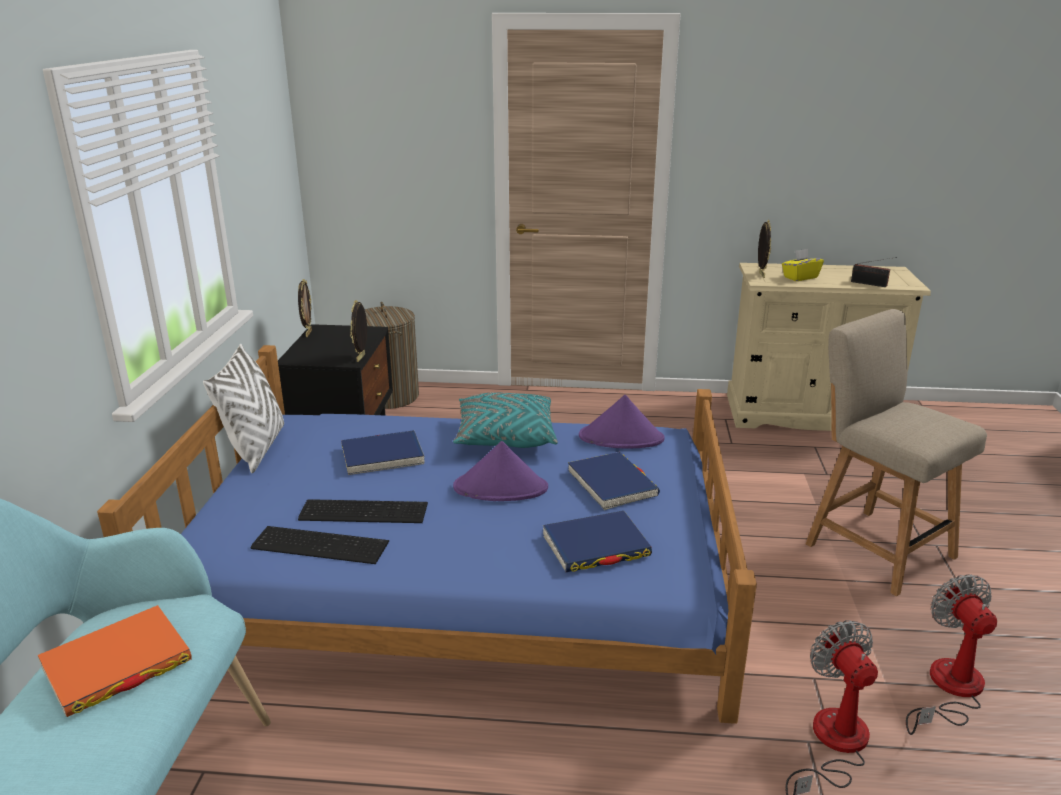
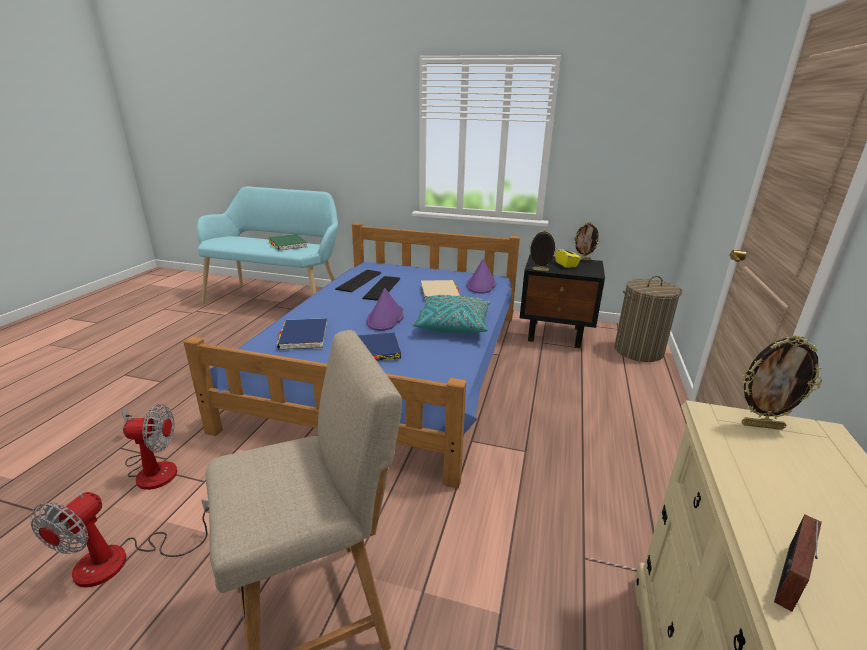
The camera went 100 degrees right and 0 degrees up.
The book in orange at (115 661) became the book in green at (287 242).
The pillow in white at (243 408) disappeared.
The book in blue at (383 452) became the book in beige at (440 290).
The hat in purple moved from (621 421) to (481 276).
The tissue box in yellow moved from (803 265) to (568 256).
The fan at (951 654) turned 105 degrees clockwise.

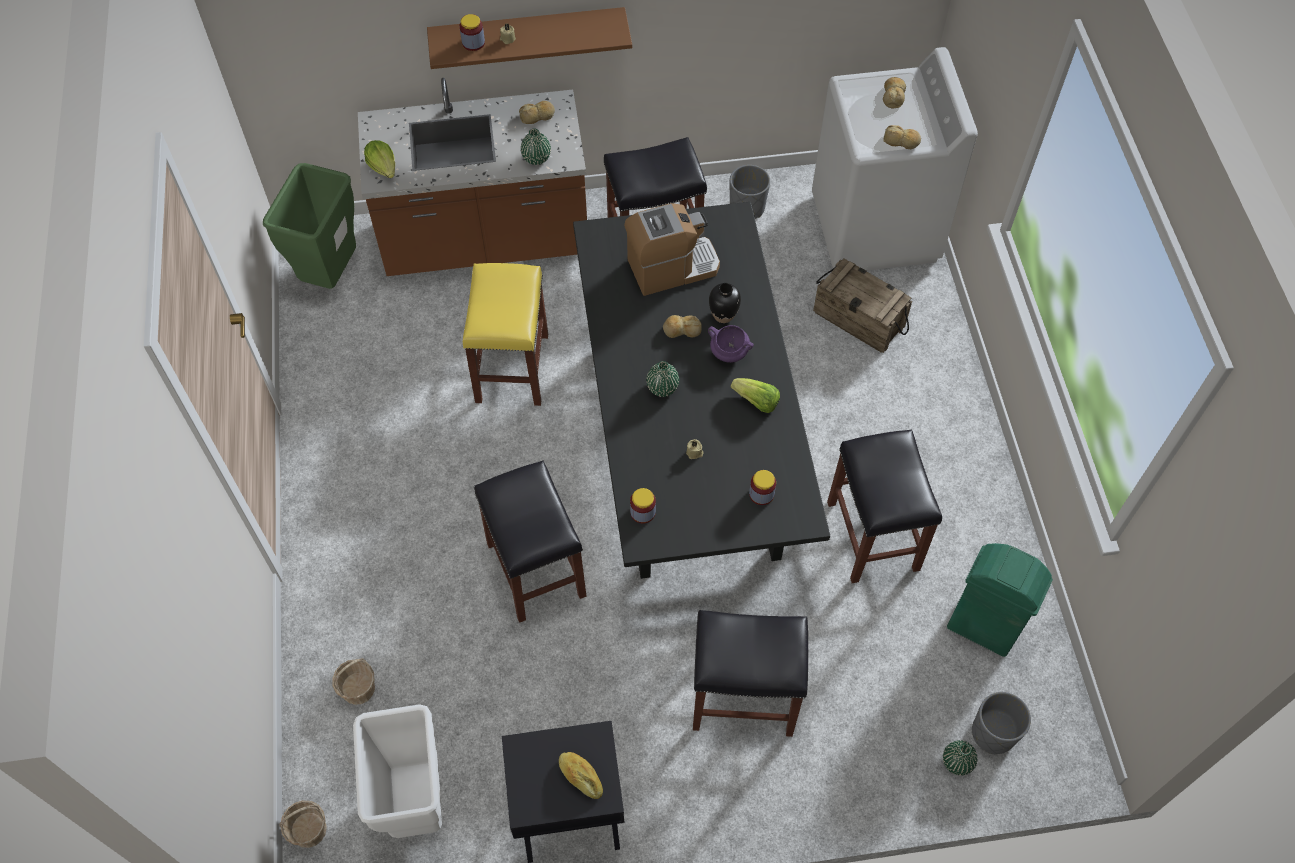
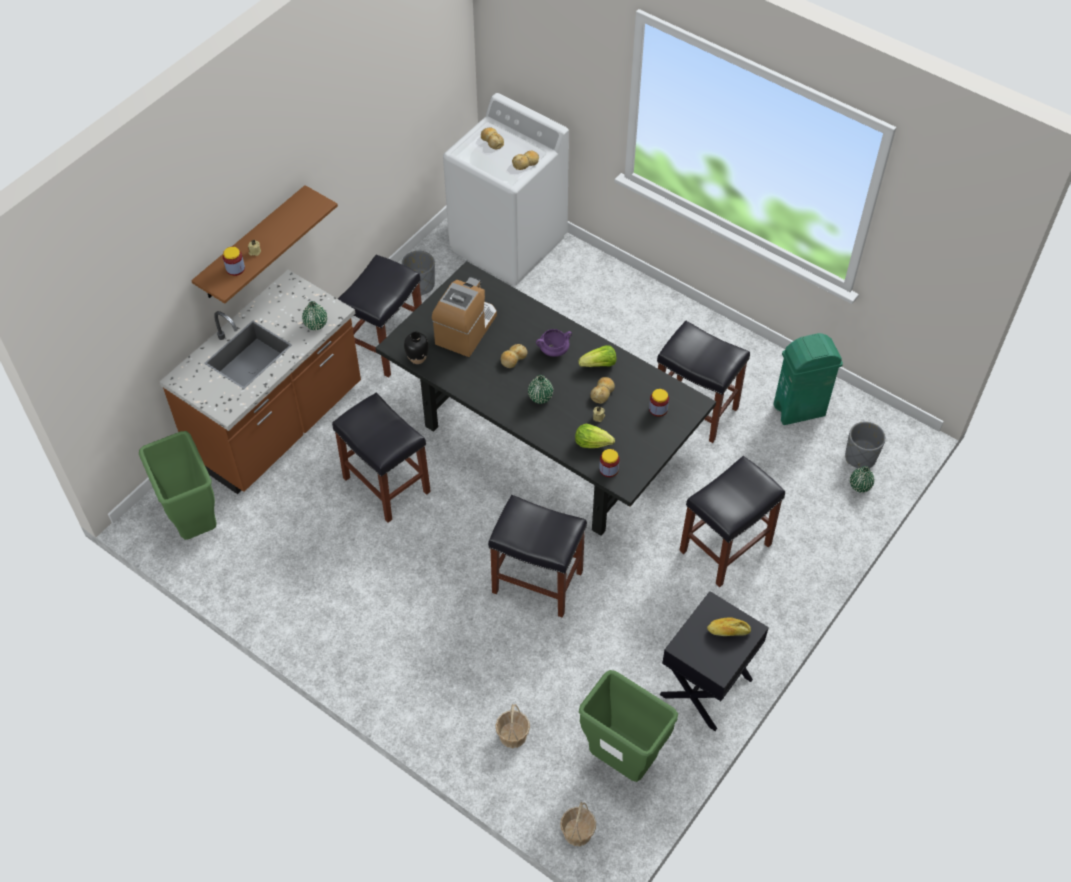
The camera went 45 degrees left and 5 degrees down.
The trash can in white at (397 771) became the trash can in green at (628 726).
The lettuce moved from (379 159) to (595 436).
The stool in yellow at (505 334) became the stool in black at (381 457).
The bread moved from (537 112) to (602 390).
The vase in black moved from (725 303) to (416 348).
The crate at (862 305) disappeared.

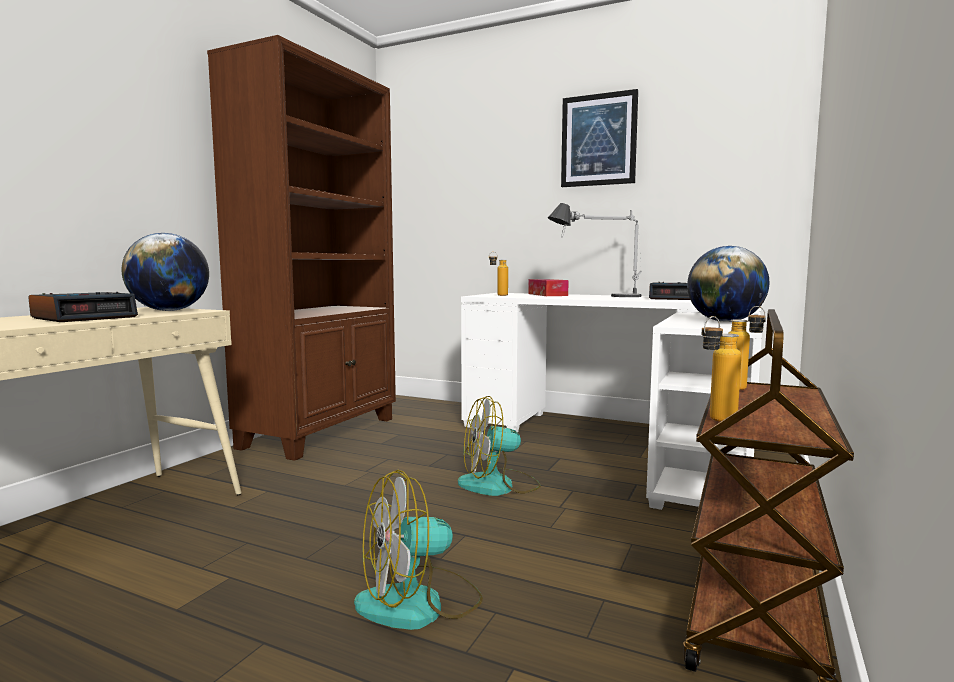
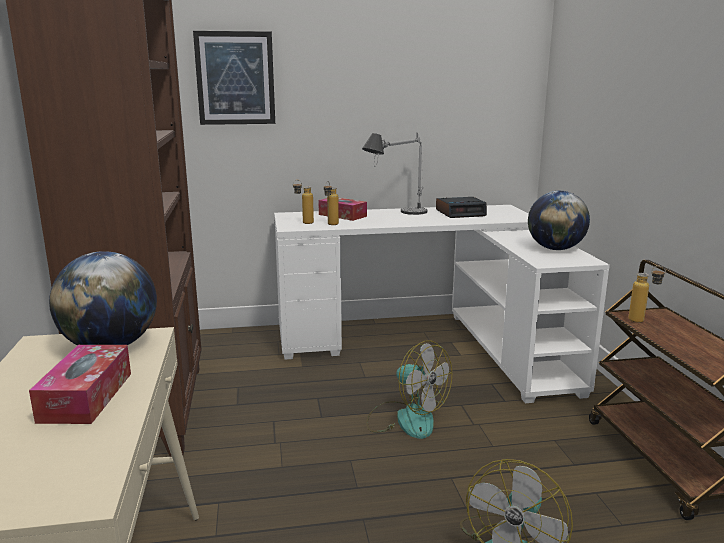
The camera went 35 degrees left and 10 degrees up.
The alarm clock at (83 307) was replaced by the tissue box at (80 384).
The fan at (499 446) turned 90 degrees counterclockwise.
The picture moved from (599 138) to (234 78).
The bottle moved from (721 369) to (331 203).

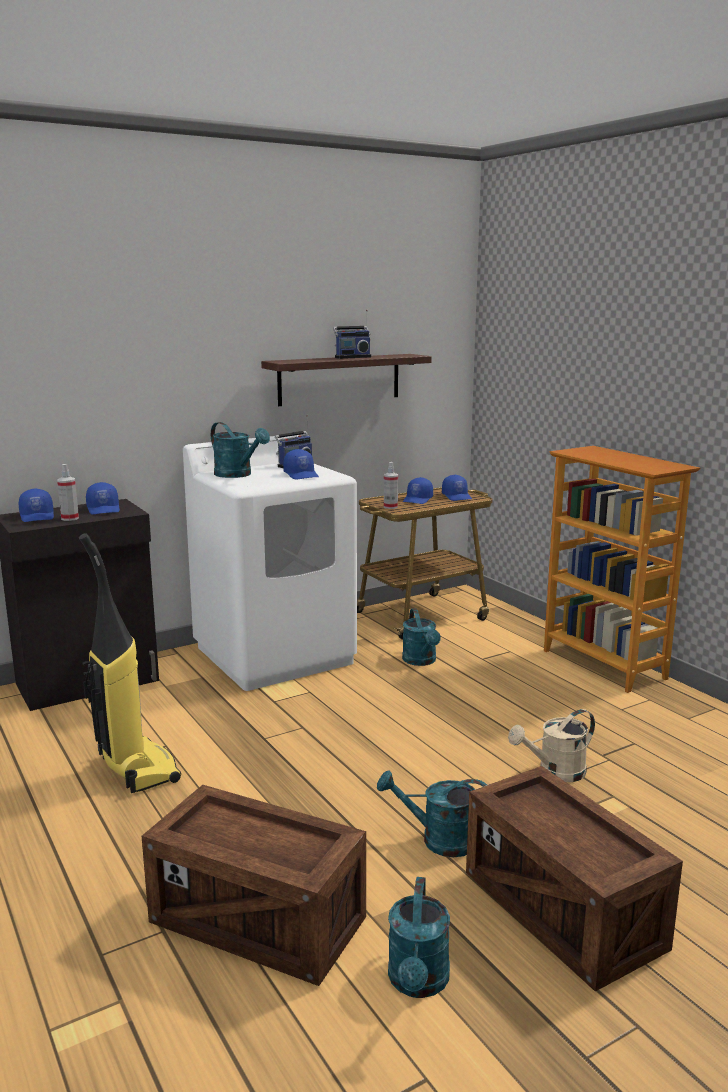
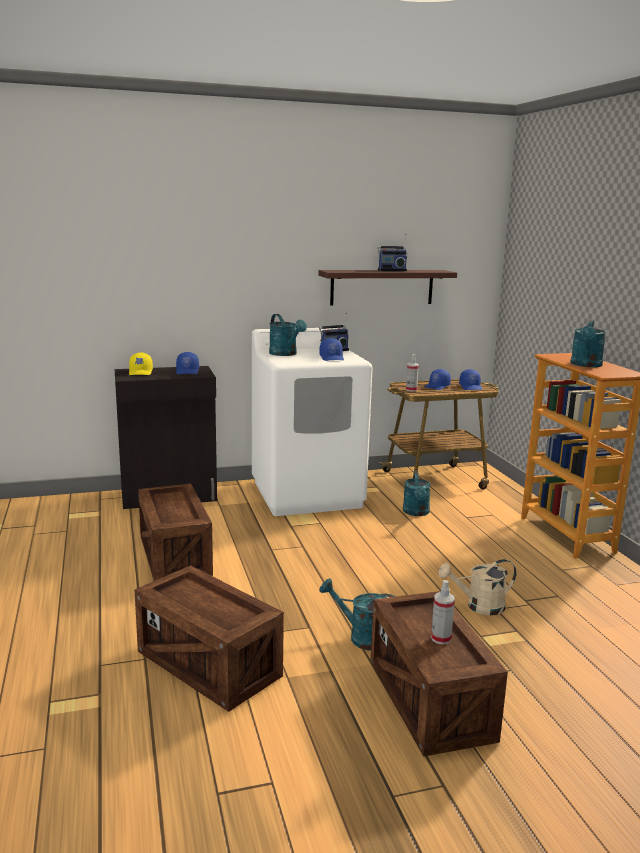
The camera went 15 degrees right and 0 degrees up.
The cap in blue at (36 505) became the cap in yellow at (141 363).
The spray bottle moved from (68 492) to (443 612).
The vacuum cleaner at (130 663) was replaced by the crate at (175 532).
The watering can in turquoise moved from (419 937) to (588 343).

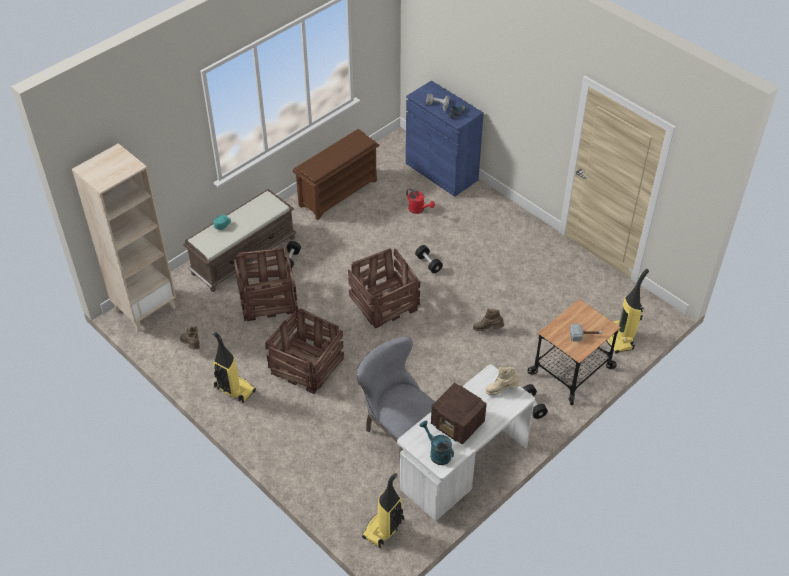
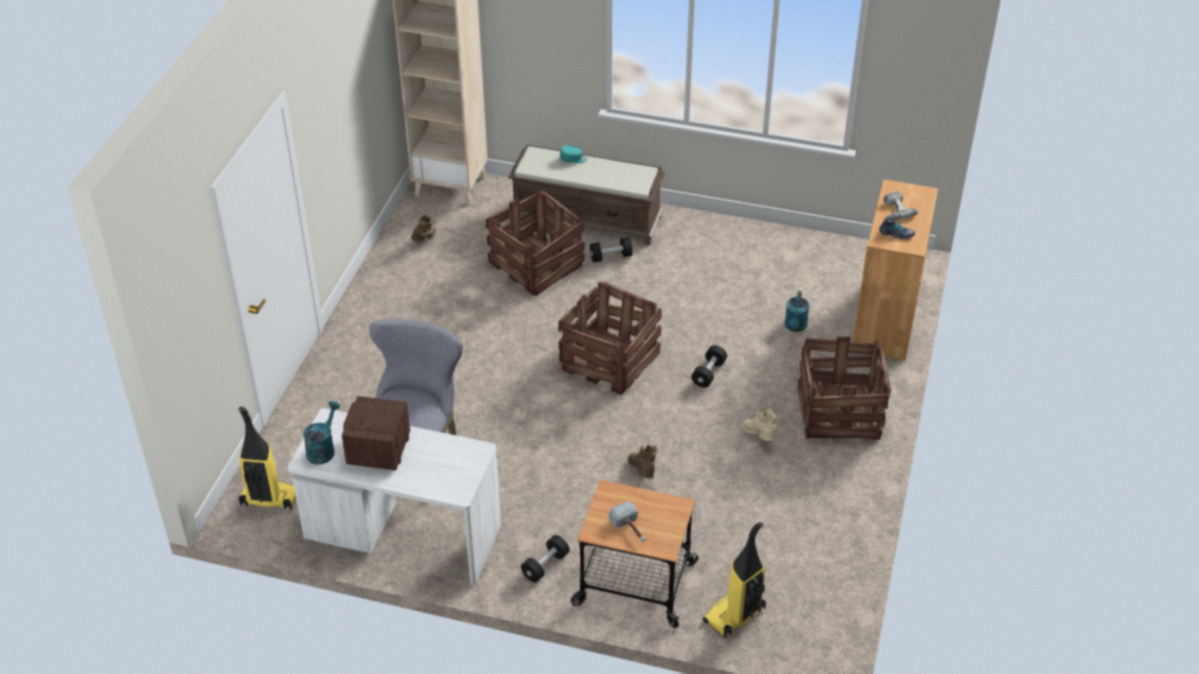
The camera went 60 degrees right and 5 degrees down.
The vacuum cleaner at (234 367) disappeared.
The crate moved from (304 351) to (844 388).
The shoe rack in brown at (336 174) disappeared.
The cabinet in blue at (445 138) became the cabinet in brown at (895 269).
The watering can in red at (420 201) became the watering can in turquoise at (796 311).
The boot in beige moved from (503 381) to (758 425).

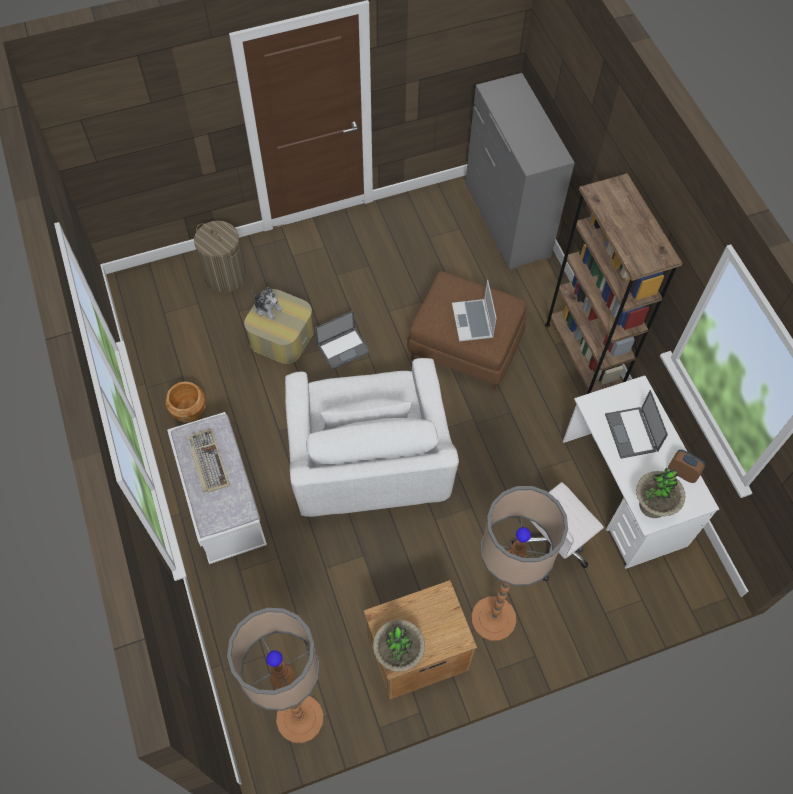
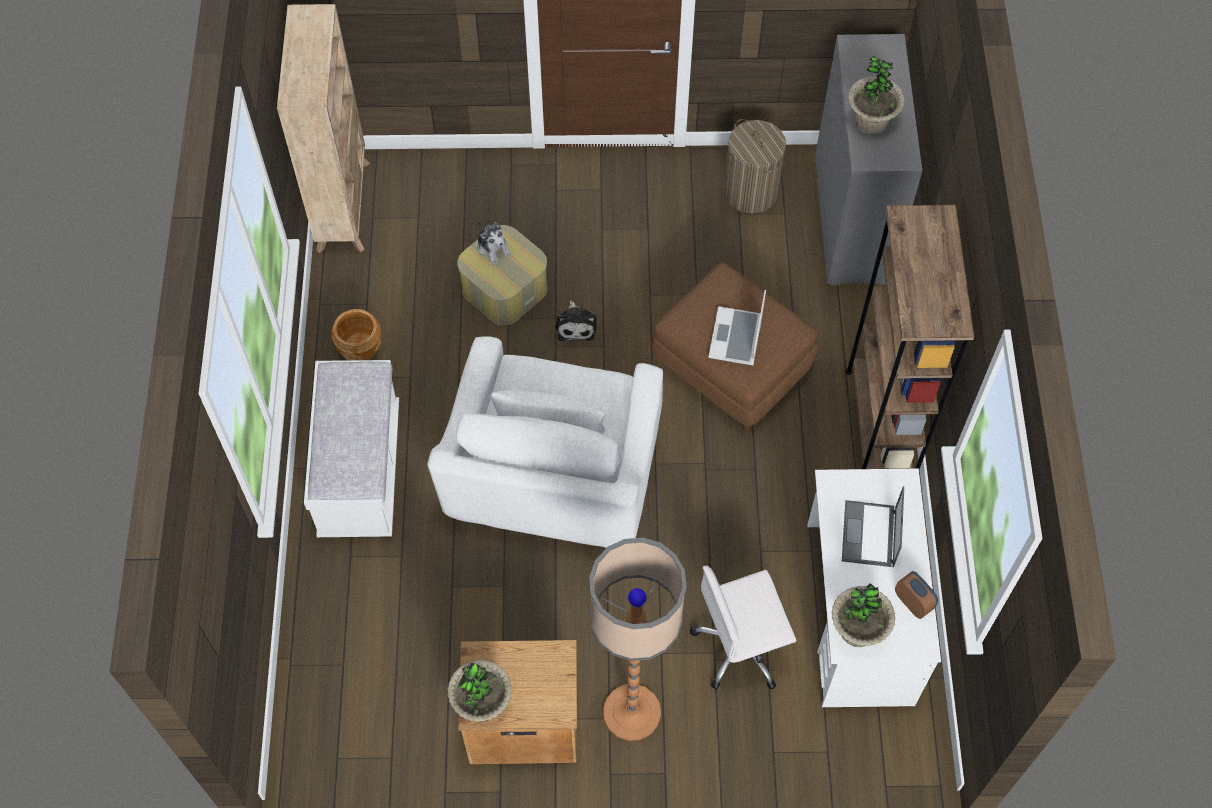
The camera went 20 degrees right and 0 degrees up.
The keyboard at (208 460) disappeared.
The laundry basket moved from (220 256) to (755 166).
The floor lamp at (275 675) disappeared.
The laptop at (342 340) was replaced by the plush toy at (576 320).
The bookcase in beige at (323 128) appeared.
The potted plant at (876 95) appeared.

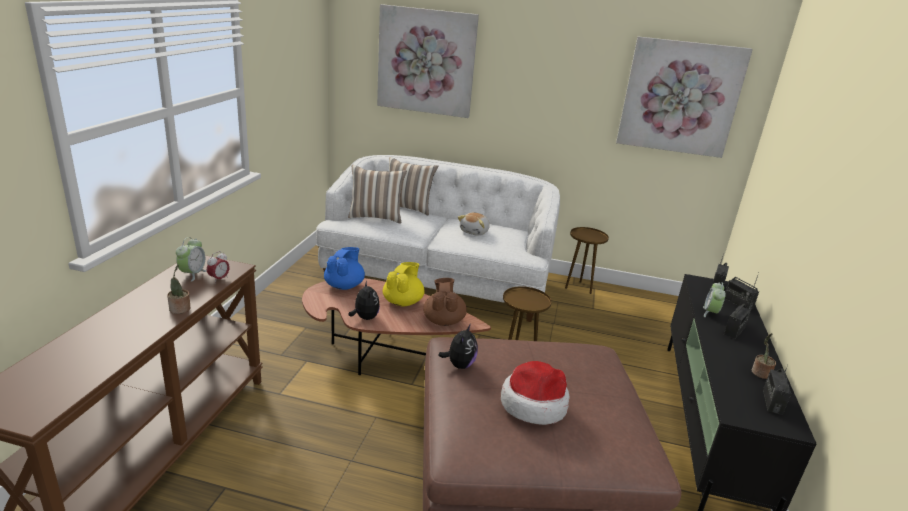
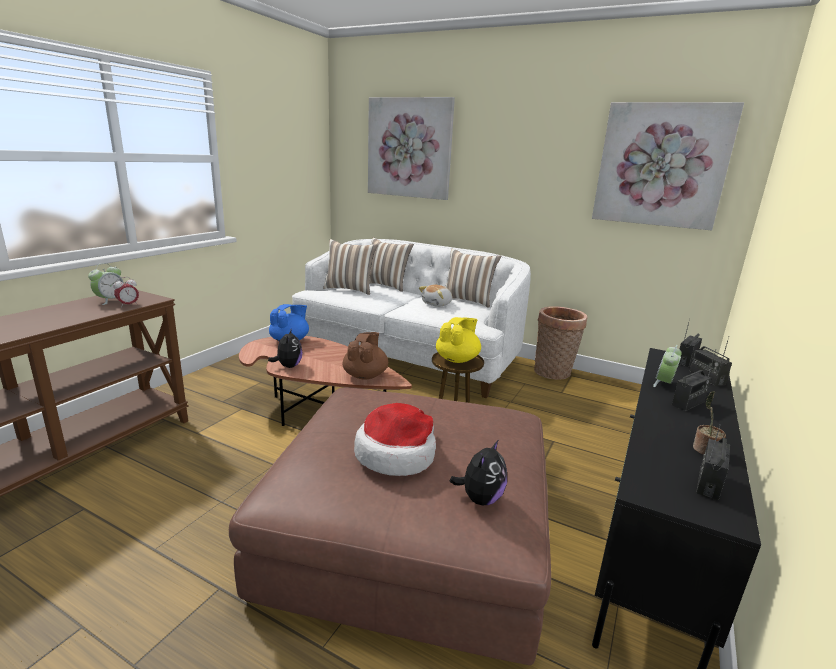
The camera went 15 degrees right and 5 degrees down.
The potted plant at (179 289) disappeared.
The teapot in yellow moved from (403 284) to (458 340).
The plush toy moved from (458 346) to (478 472).
The side table in brown at (587 260) was replaced by the basket at (560 343).
The pillow at (473 278) appeared.

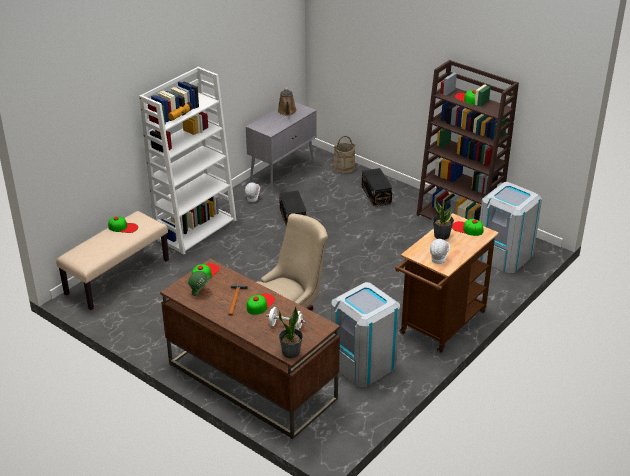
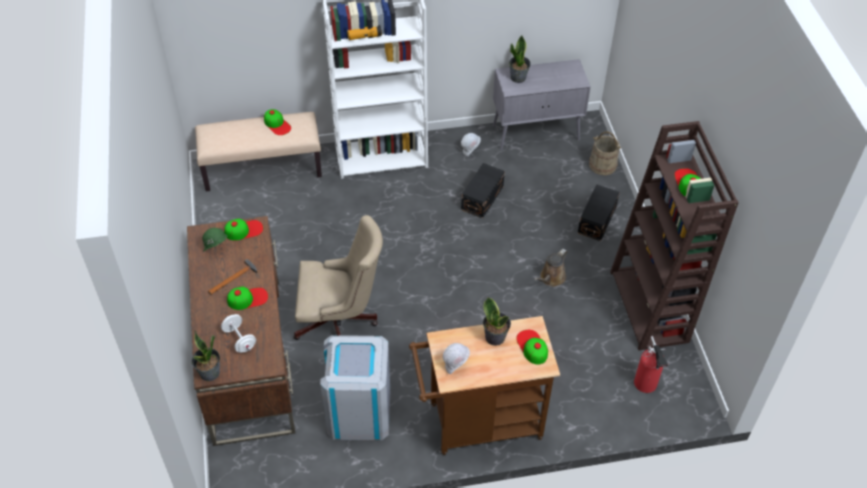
The camera went 40 degrees right and 15 degrees up.
The watering can in brown moved from (287 101) to (550 268).
The trash can in grey at (509 227) was replaced by the fire extinguisher at (651 364).
The potted plant at (520 59) appeared.

